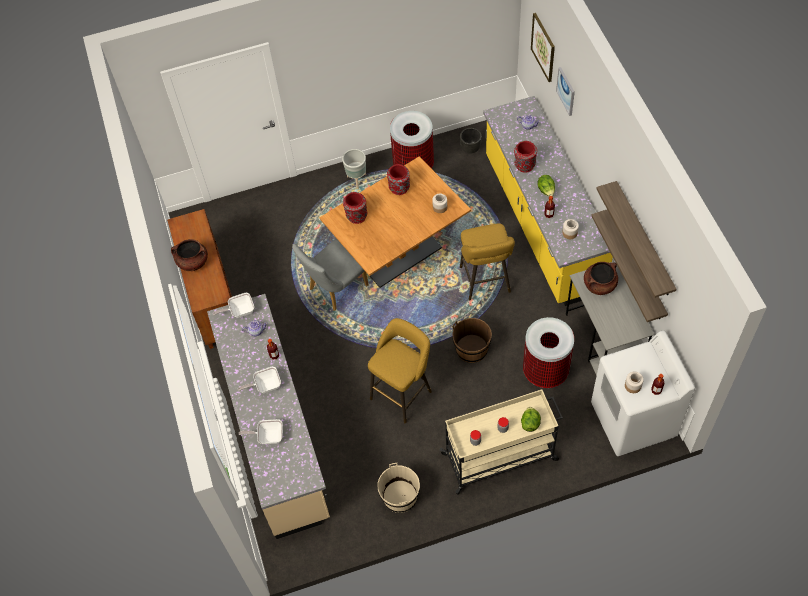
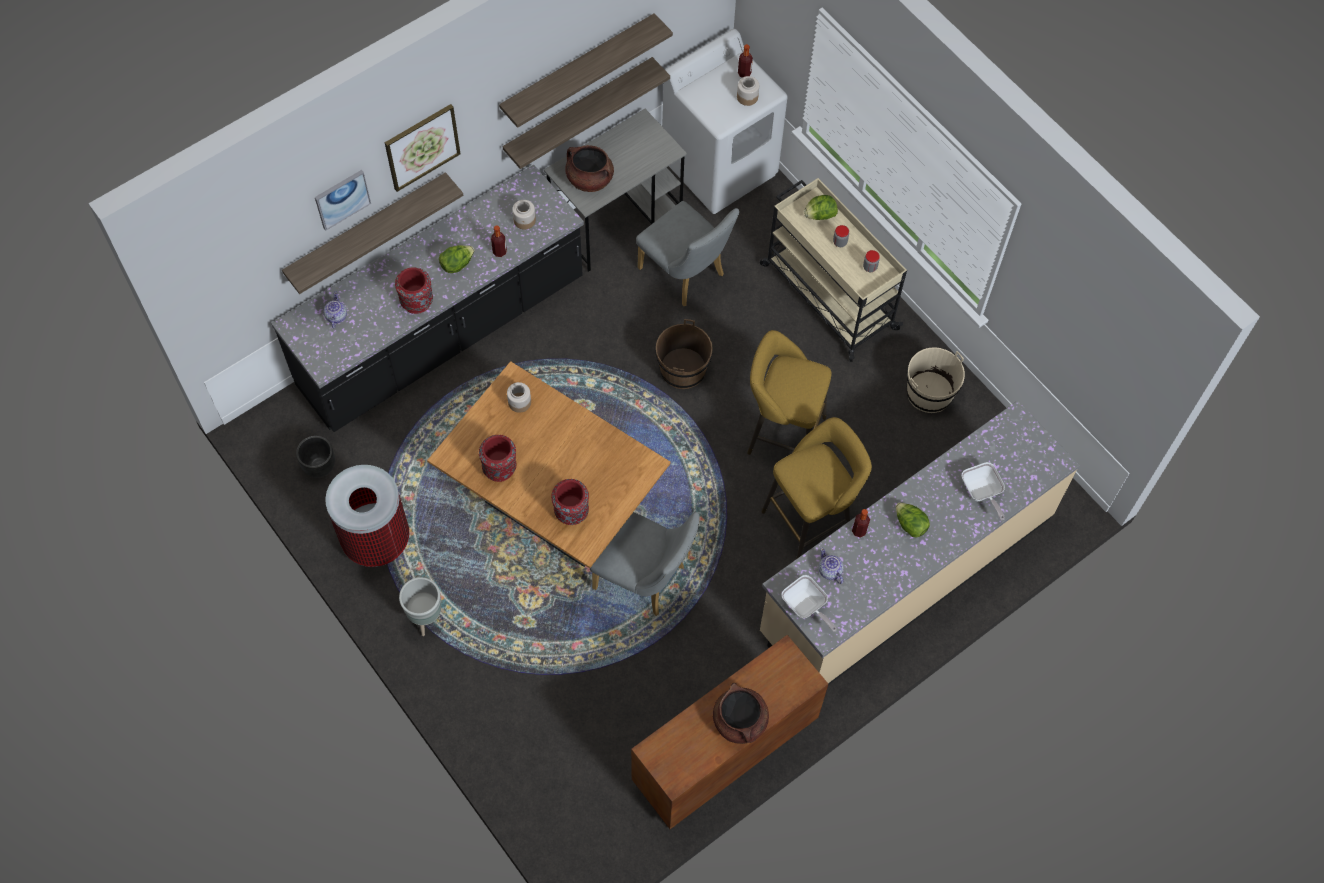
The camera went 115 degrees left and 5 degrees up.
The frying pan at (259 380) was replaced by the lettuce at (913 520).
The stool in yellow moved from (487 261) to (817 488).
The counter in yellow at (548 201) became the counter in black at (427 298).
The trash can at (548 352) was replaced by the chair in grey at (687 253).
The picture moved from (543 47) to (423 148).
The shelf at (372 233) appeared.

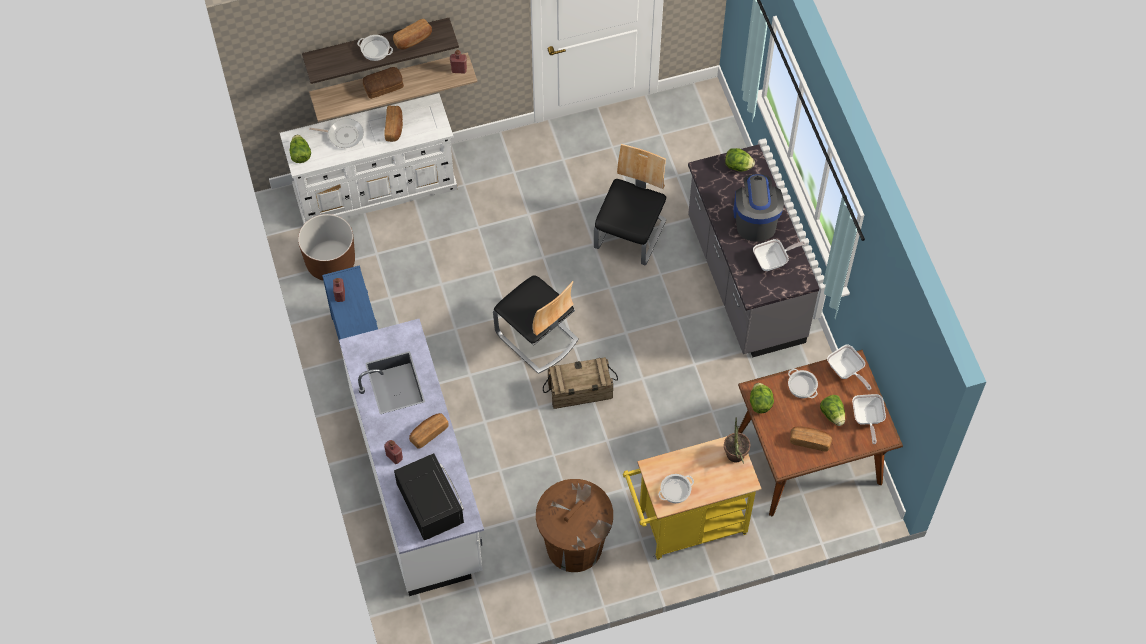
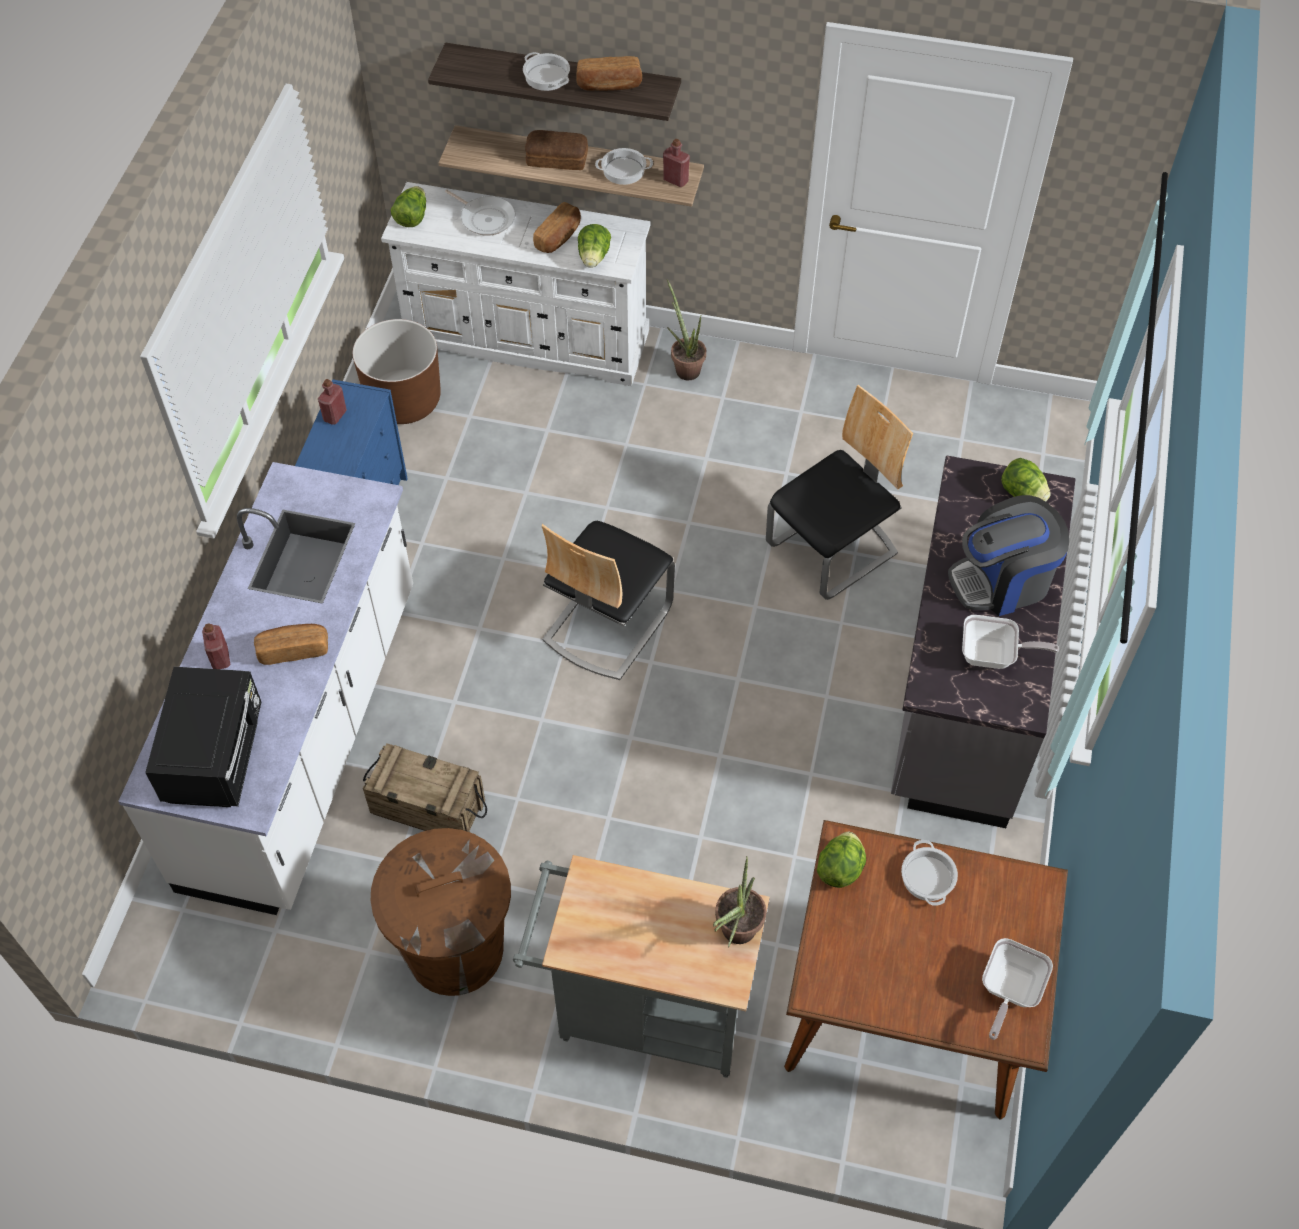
The camera went 30 degrees right and 5 degrees down.
The chair at (536 325) turned 45 degrees clockwise.
The crate moved from (580 383) to (425 787).
The cart in yellow at (692 498) became the cart in grey at (641 966).
The cooking pot moved from (676 489) to (624 166).
The coffee machine at (758 208) turned 135 degrees counterclockwise.
The bread at (811 439) disappeared.
The lettuce moved from (832 410) to (594 246).
The frying pan at (849 367) disappeared.
The potted plant at (686 329) appeared.

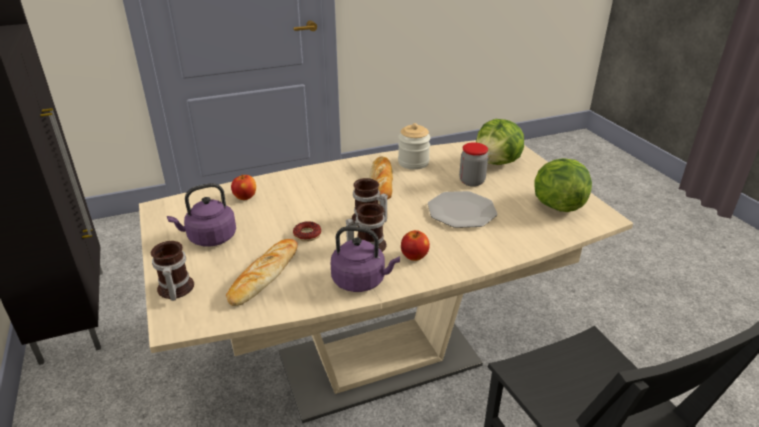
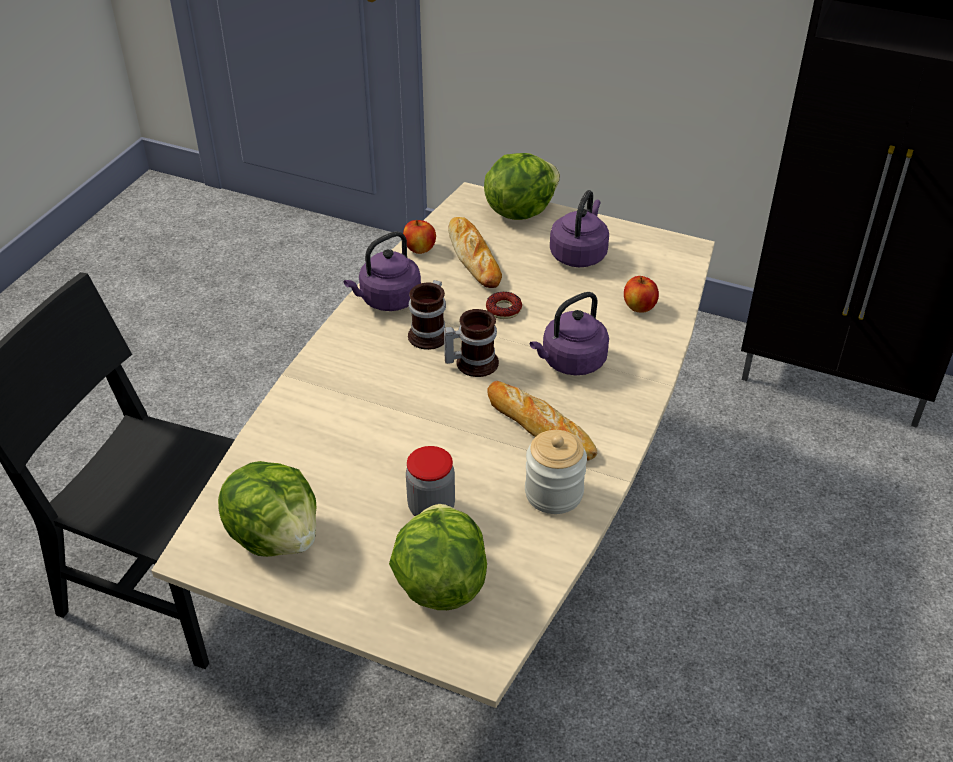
The camera went 135 degrees right and 10 degrees up.
The mug at (172 271) was replaced by the lettuce at (522 186).
The apple moved from (415 245) to (419 237).
The plate at (463 209) disappeared.
The kettle in purple at (569 333) appeared.

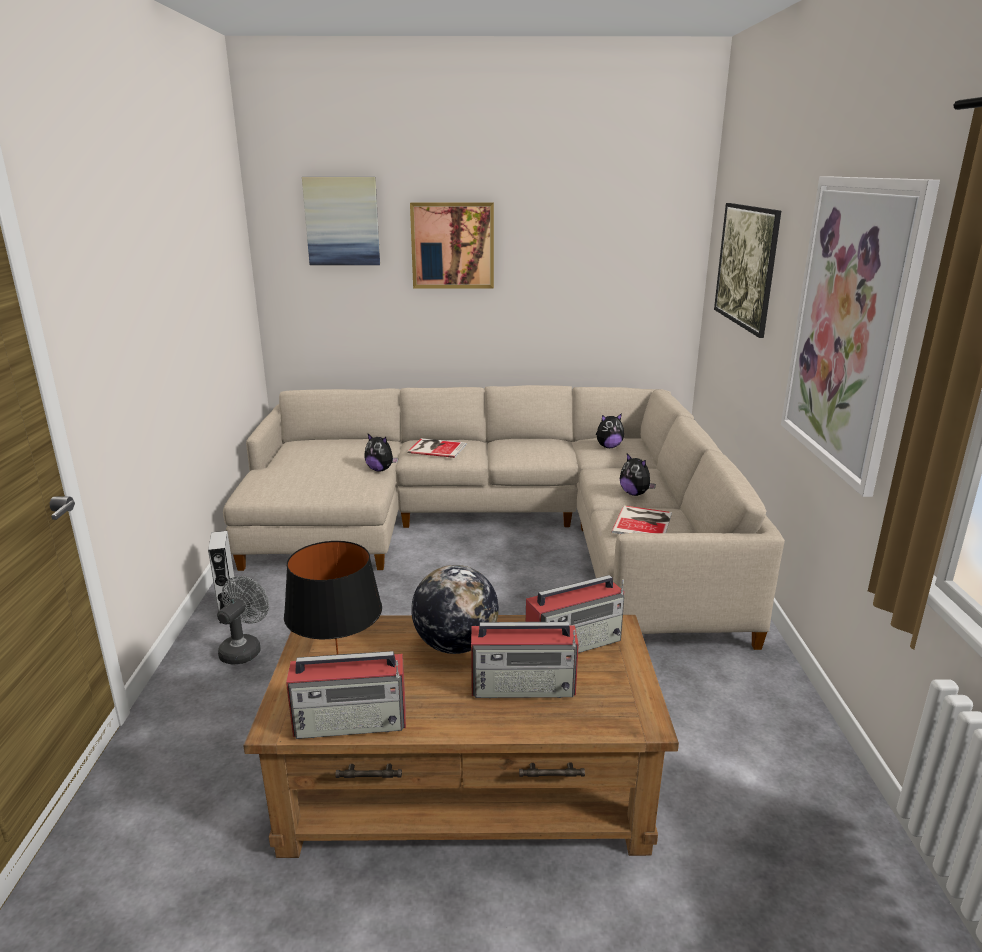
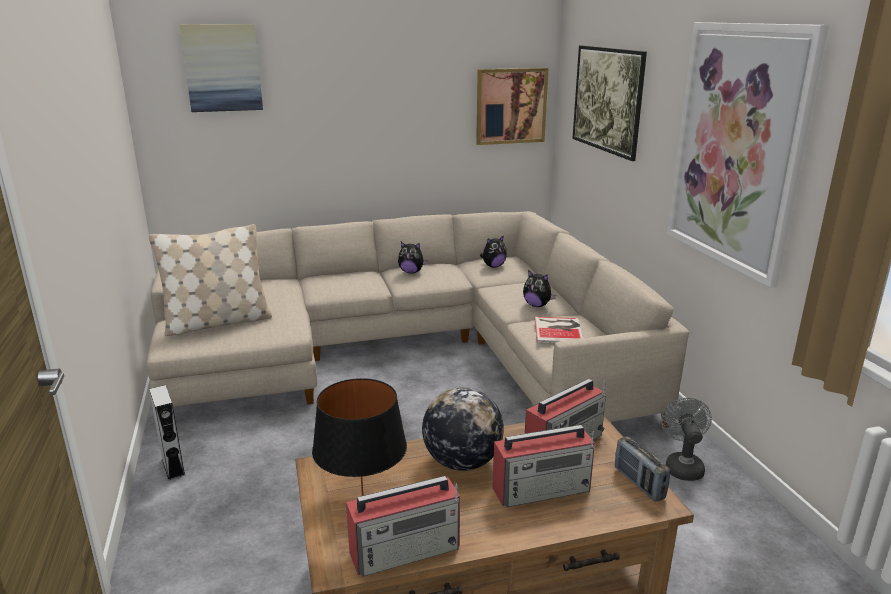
The camera went 15 degrees left and 0 degrees up.
The fan in grey moved from (243 620) to (686 439).
The plush toy moved from (381 453) to (412 258).
The book at (437 448) disappeared.
The picture moved from (452 245) to (512 106).
The pillow in beige at (210 280) appeared.
The radio at (642 469) appeared.

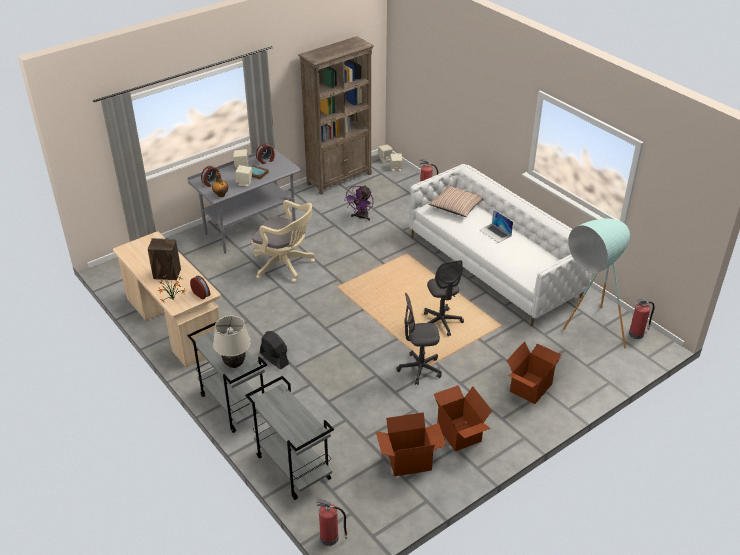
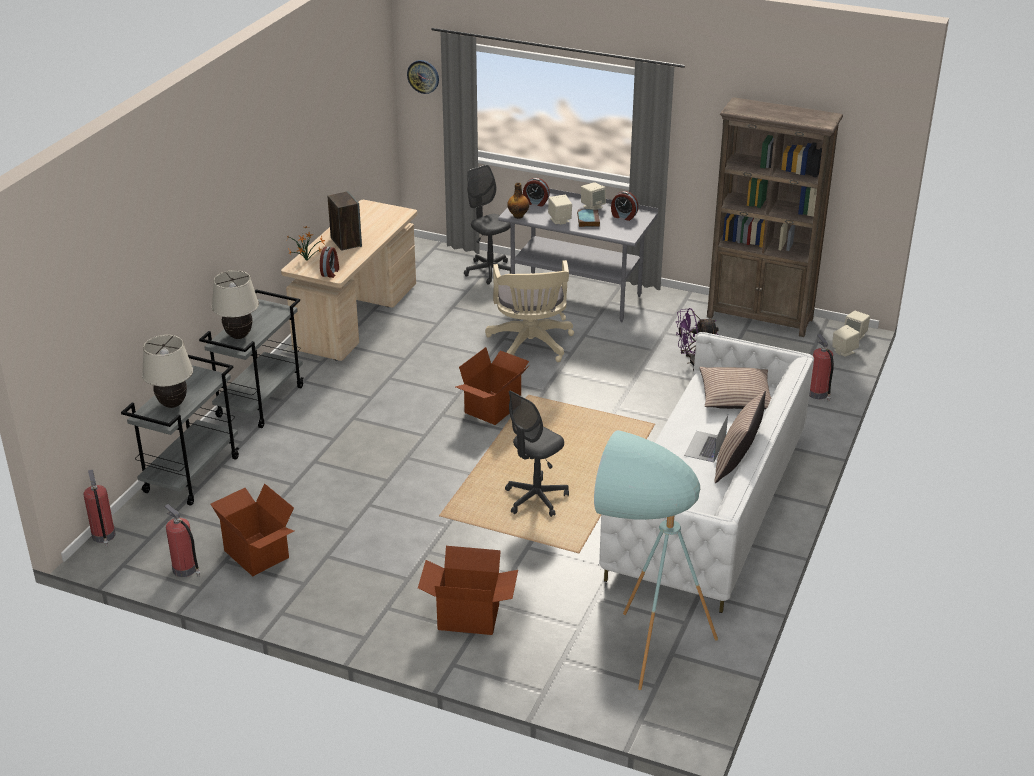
The camera went 60 degrees right and 5 degrees down.
The fan in black at (274 350) disappeared.
The office chair in grey moved from (419 339) to (487 225).
The cardboard box moved from (463 418) to (493 386).
The fire extinguisher moved from (641 319) to (182 540).
The table lamp in beige at (167 371) appeared.
The wall clock at (423 77) appeared.
The pillow at (740 437) appeared.

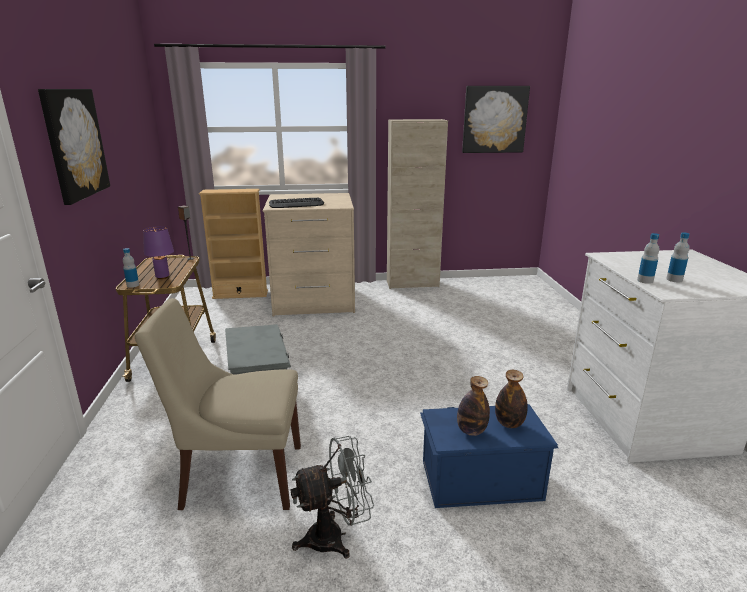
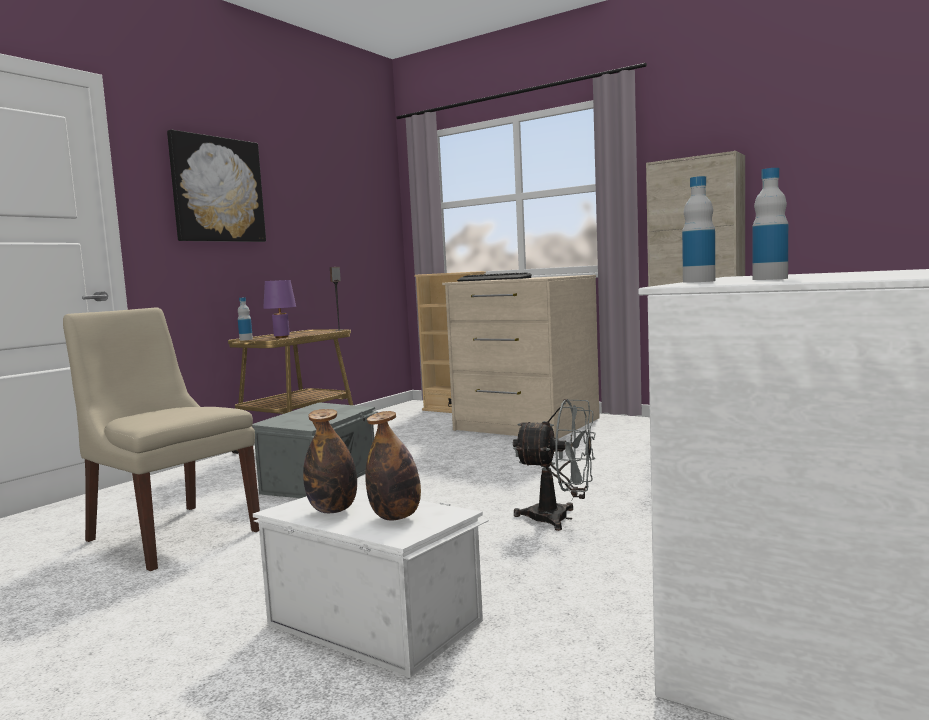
The camera went 40 degrees right and 15 degrees down.
The fan in grey moved from (332 497) to (554 465).
The storage box in blue at (489 456) became the storage box in white at (371 583).
The picture at (496 119) disappeared.

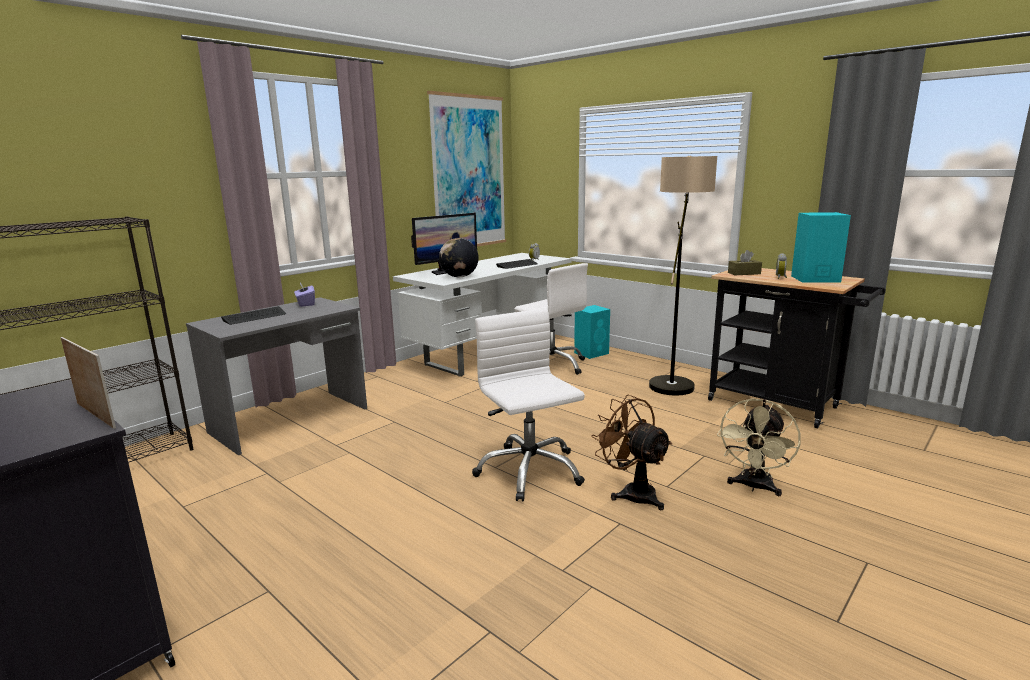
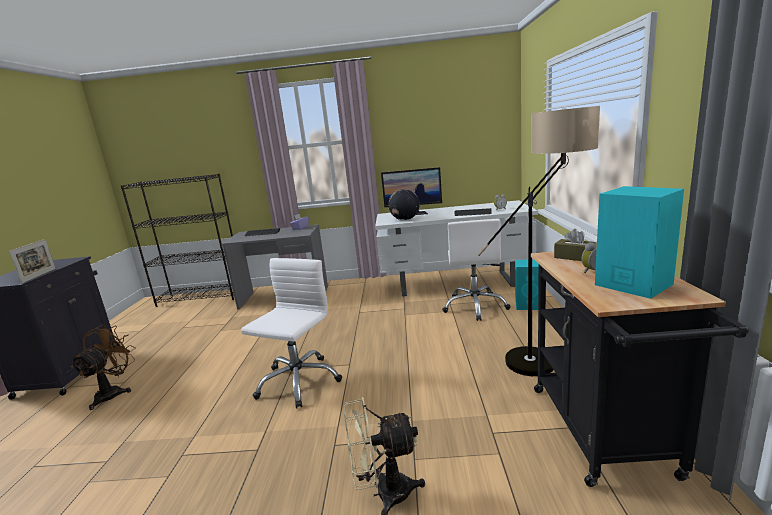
The camera went 50 degrees right and 0 degrees up.
The picture at (466 169) disappeared.
The fan in brown moved from (631 452) to (103 367).

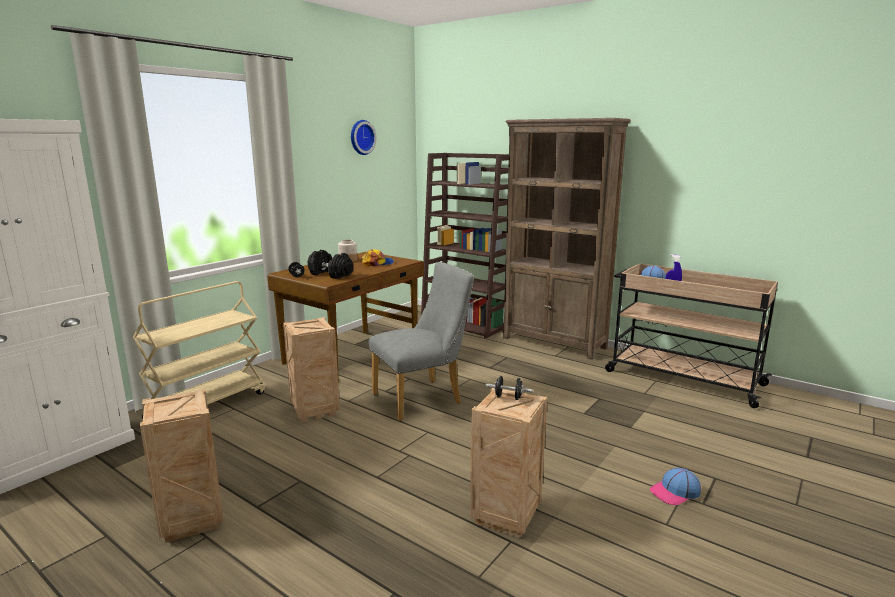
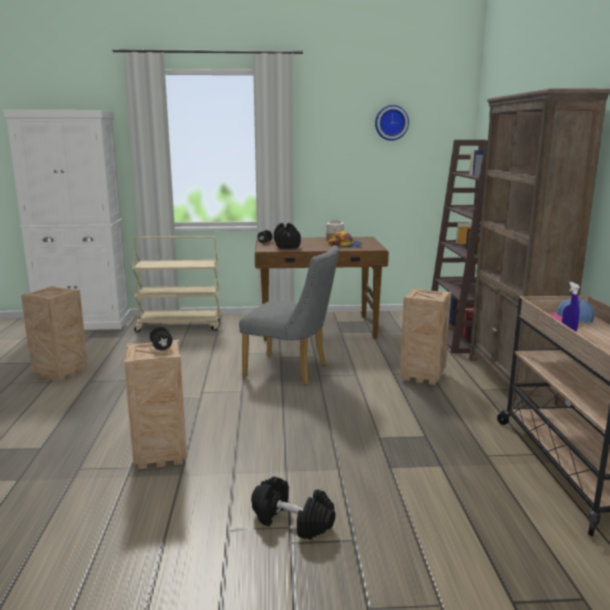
The camera went 50 degrees right and 0 degrees up.
The crate moved from (311 369) to (425 336).
The cap at (675 486) was replaced by the dumbbell in black at (293 507).

